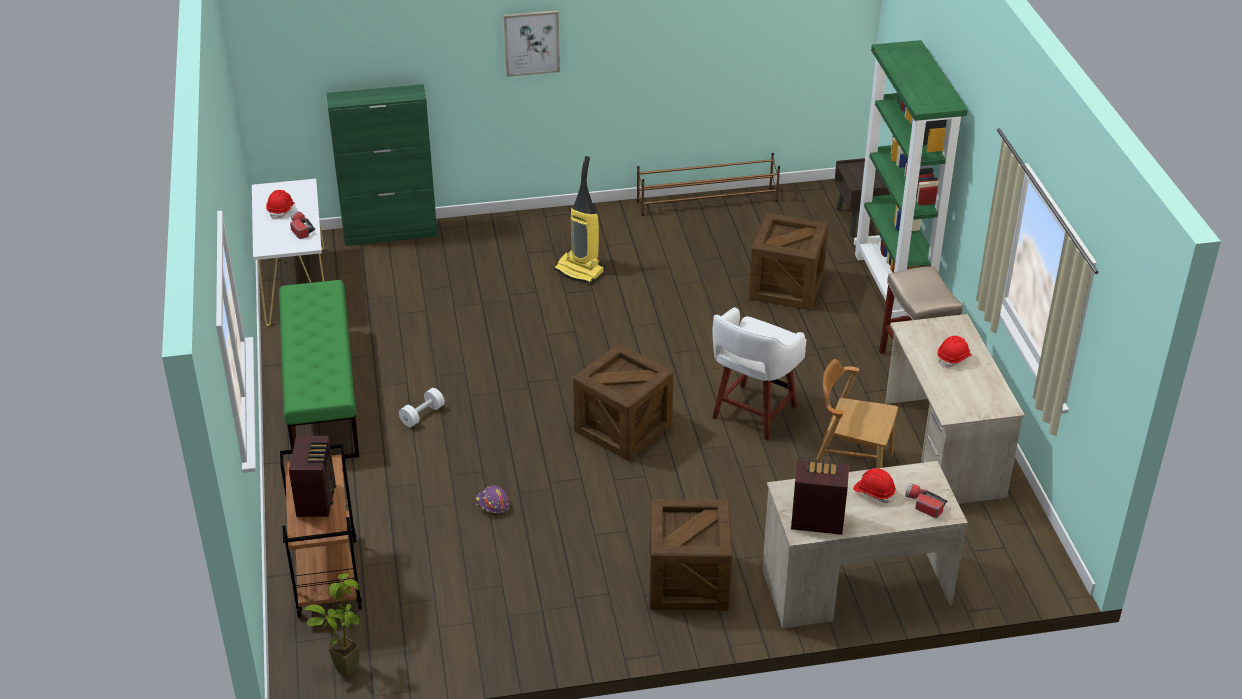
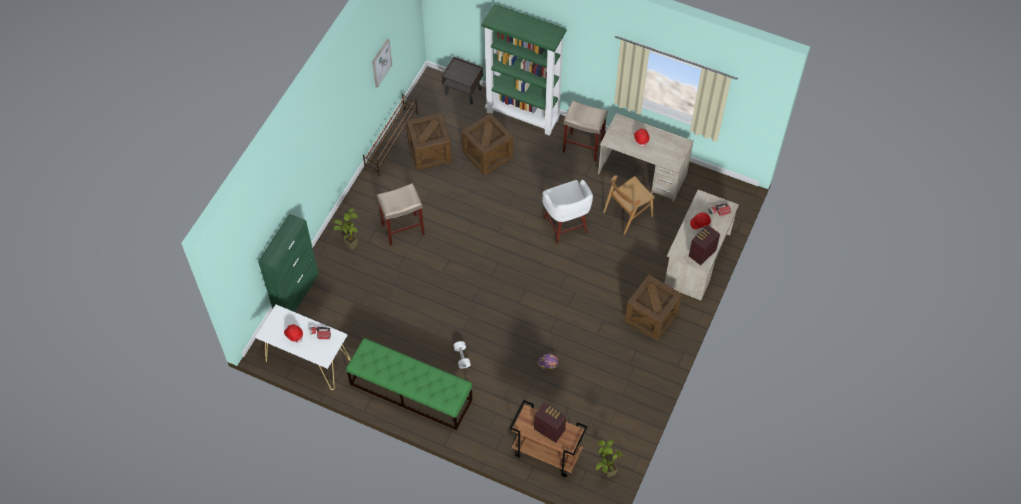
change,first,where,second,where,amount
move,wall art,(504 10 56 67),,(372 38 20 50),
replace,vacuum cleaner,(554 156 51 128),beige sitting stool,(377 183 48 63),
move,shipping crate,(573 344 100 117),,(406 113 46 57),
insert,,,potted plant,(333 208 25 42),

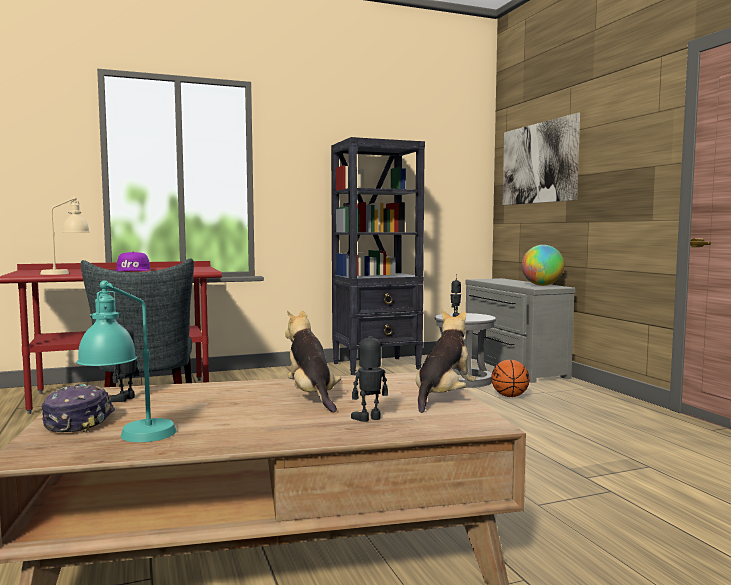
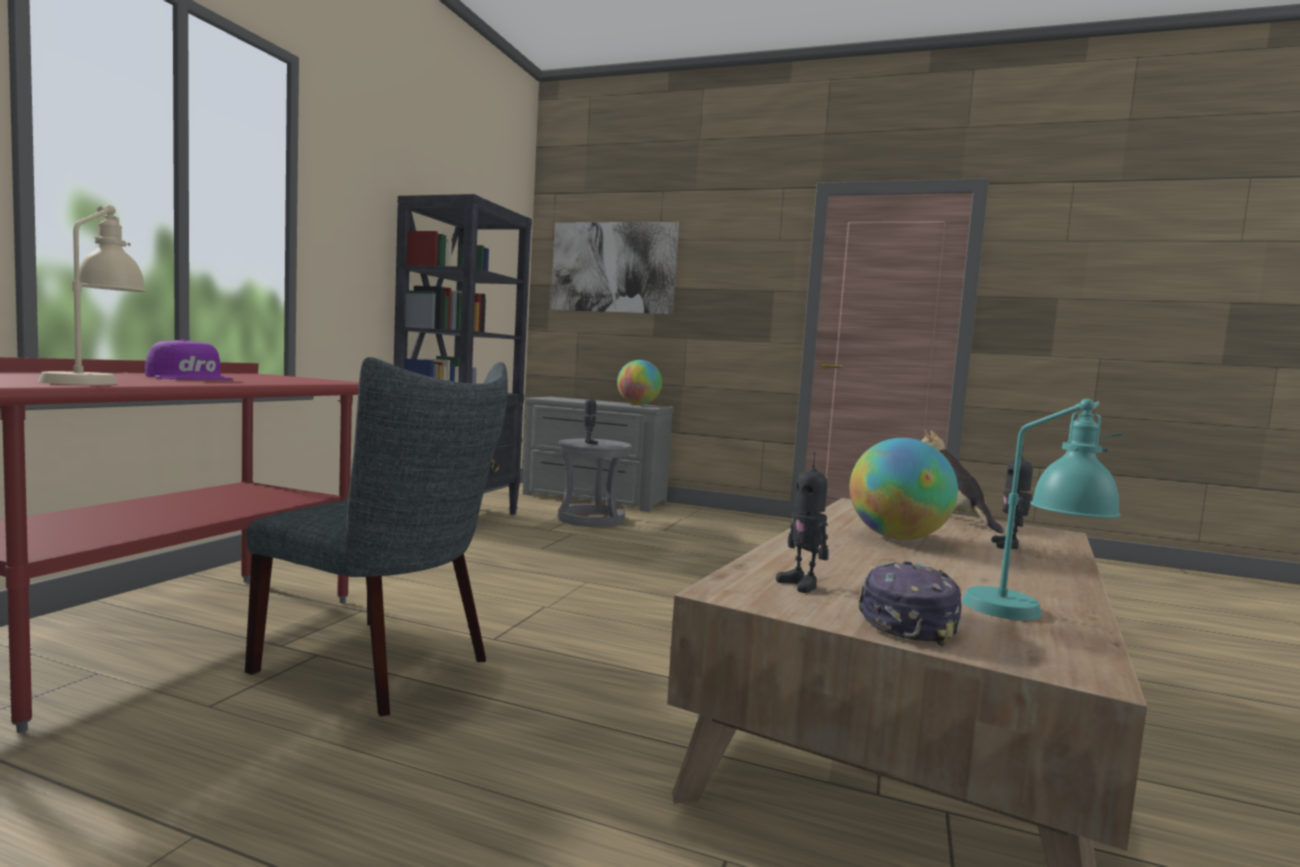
change,first,where,second,where,amount
rotate,peaked cap,(41 384 74 48),,(859 561 103 85),75 degrees clockwise
replace,plush toy,(285 310 56 102),desk globe,(850 438 108 102),
delete,basketball ball,(491 360 39 37),,,

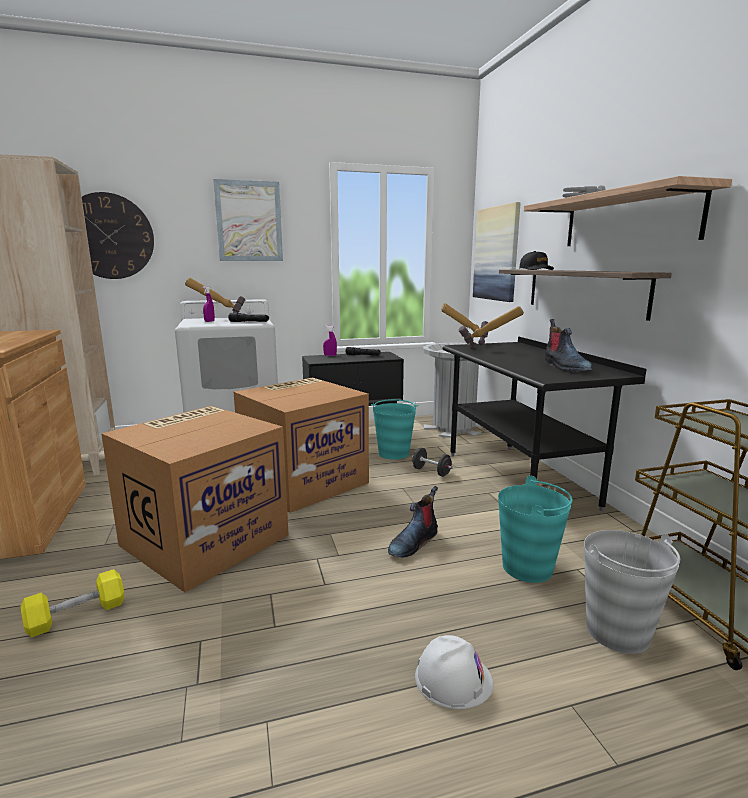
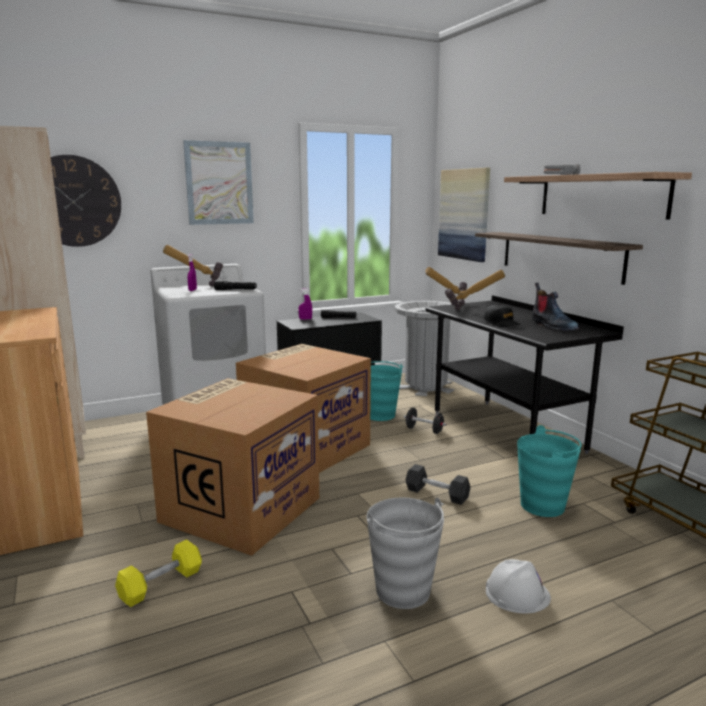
change,first,where,second,where,amount
replace,boot,(388 486 50 71),gray free weight,(406 464 64 41),
move,black-coloured peaked cap,(519 251 35 19),,(483 304 38 23),
move,gray pail,(584 530 96 124),,(367 498 77 111),

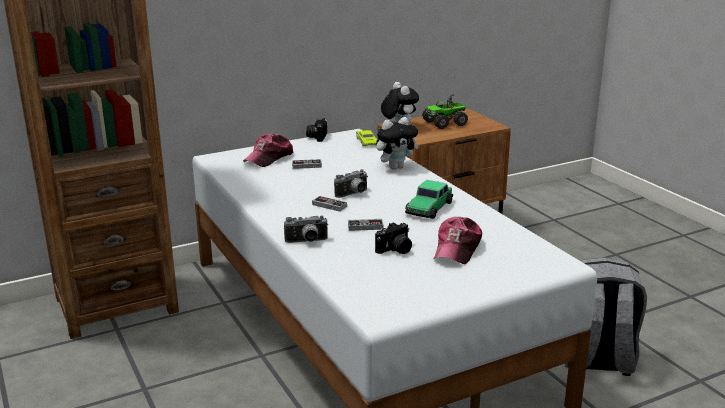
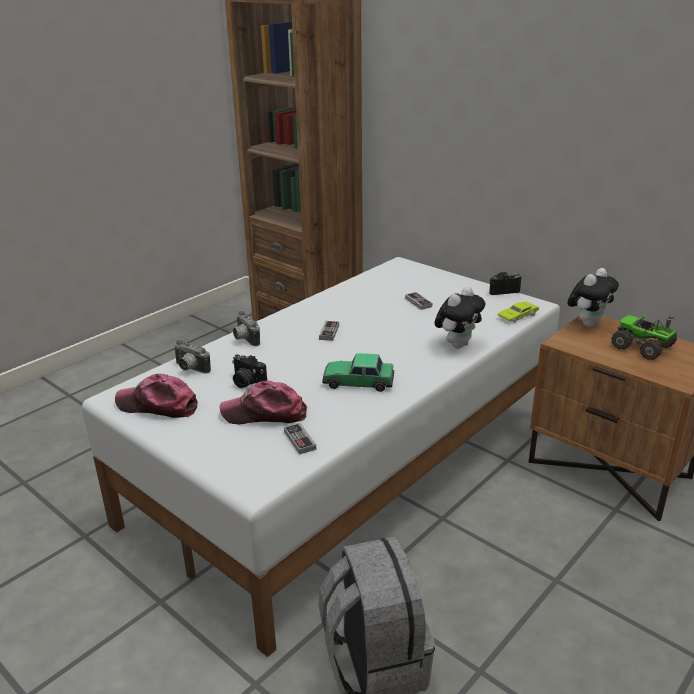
change,first,where,second,where,amount
move,peaked cap,(243 133 51 34),,(115 374 83 44),
move,photo camera,(334 169 33 29),,(173 340 38 34),
move,game controller,(348 219 36 12),,(284 423 32 32),
rotate,plush toy,(376 117 43 53),,(434 287 51 62),90 degrees counterclockwise

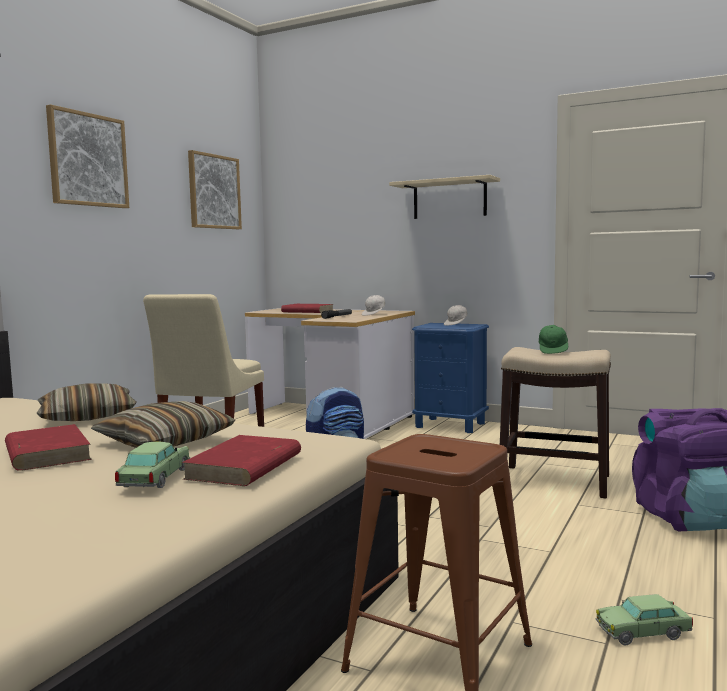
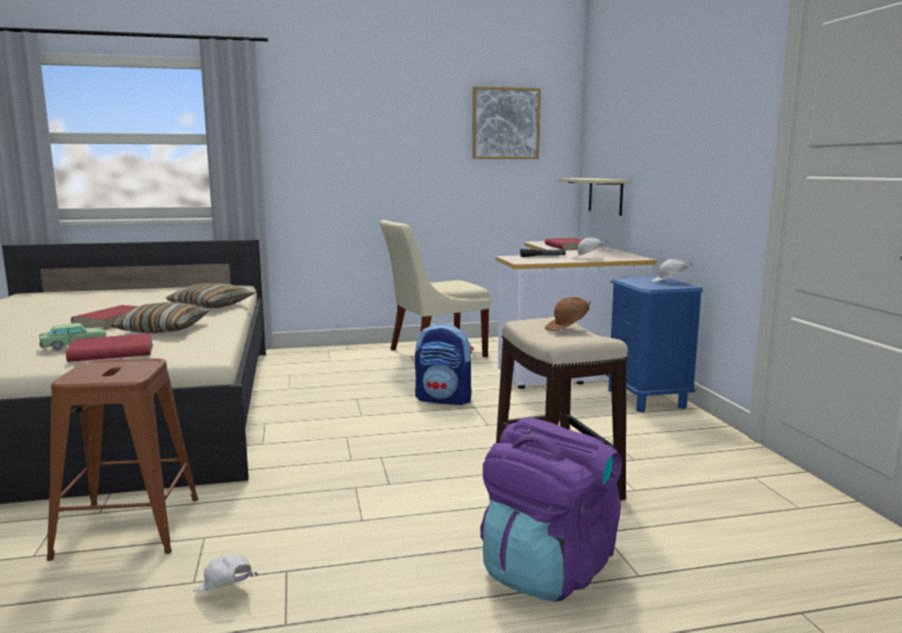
change,first,where,second,where,amount
delete,wall art,(46 104 83 104),,,
move,beige wall shelf,(389 175 111 44),,(558 178 72 38),
recolor,green-coloured peaked cap,(539 325 29 29),brown peaked cap,(545 297 46 34),
replace,model car,(596 594 97 52),white-coloured peaked cap,(193 554 66 38),

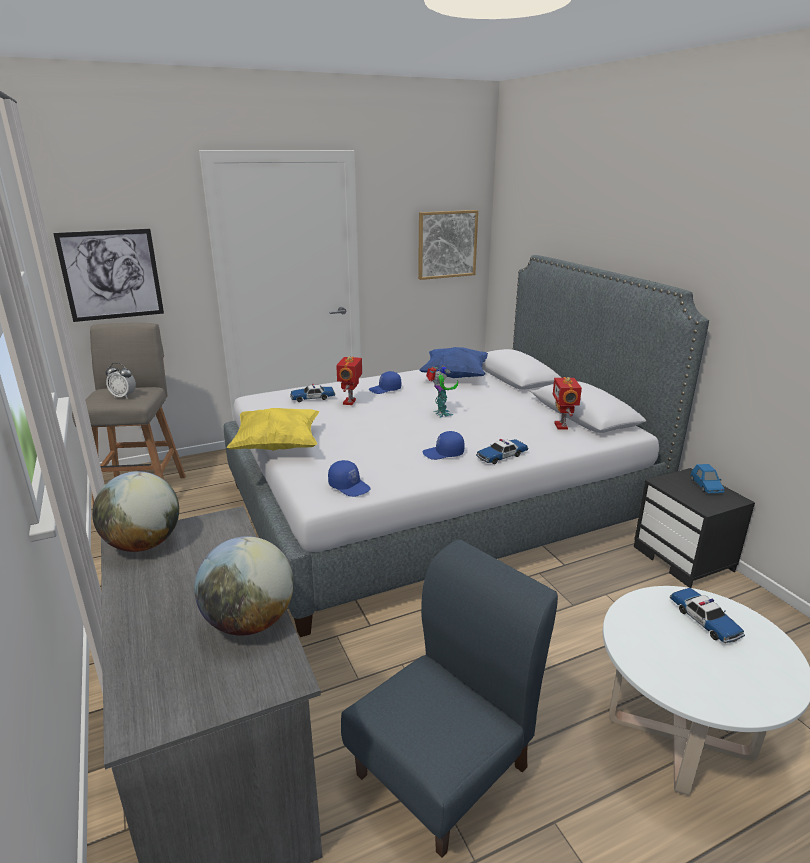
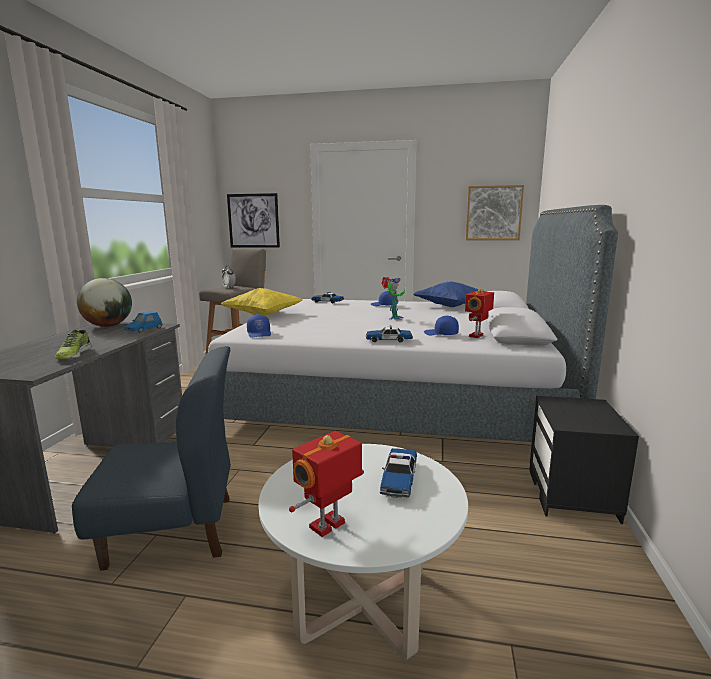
change,first,where,second,where,amount
replace,desk globe,(194 536 100 99),shoe,(55 330 36 29),
move,toy robot,(336 356 26 49),,(289 431 75 106),
move,bluish peaked cap,(423 431 42 29),,(424 315 35 20),
move,bluish model car,(690 464 35 29),,(124 311 39 22),

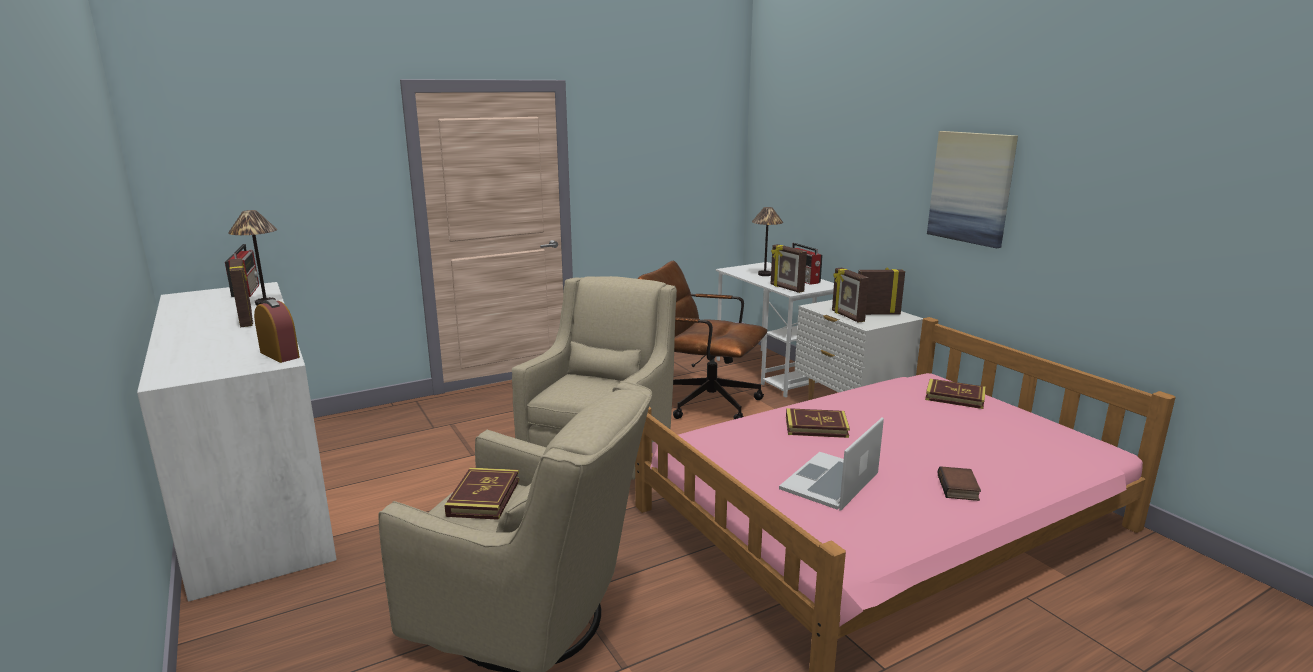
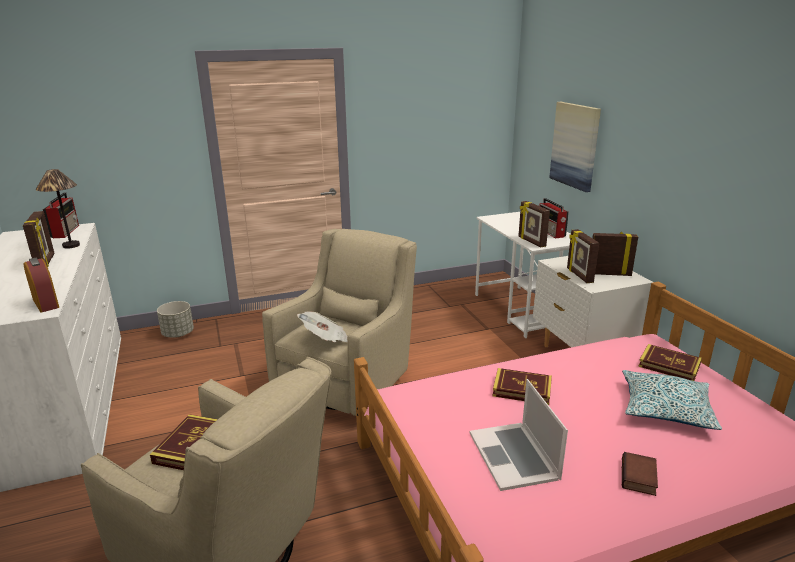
change,first,where,second,where,amount
delete,brown computer chair,(638 261 129 158),,,
delete,lamp for a table,(752 207 31 69),,,
rotate,portable computer,(779 417 105 94),,(470 379 98 112),60 degrees counterclockwise
move,wall art,(927 131 91 117),,(549 102 52 90),
insert,,,gray flower pot,(157 301 37 37),
insert,,,printed paper,(297 312 50 30),
insert,,,throw pillow,(622 370 100 60),

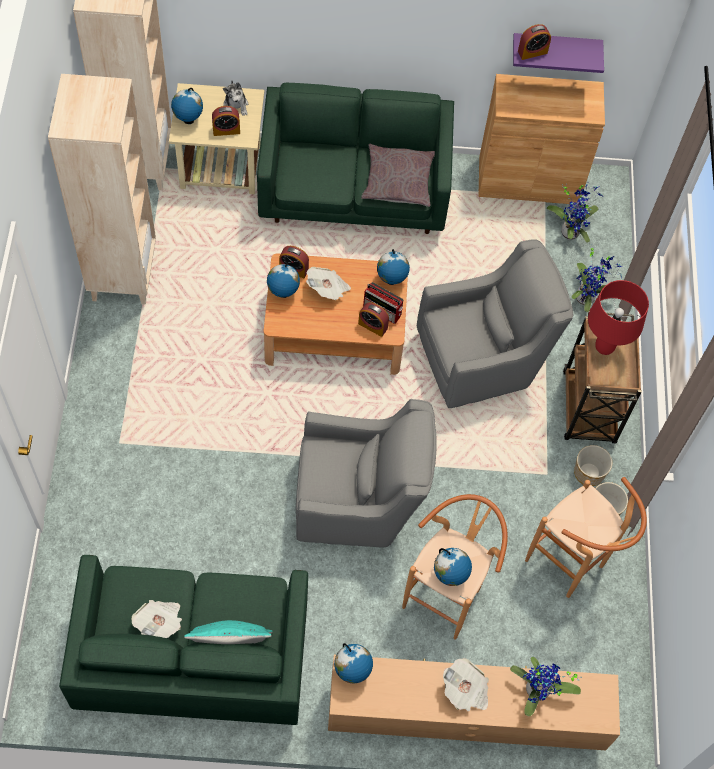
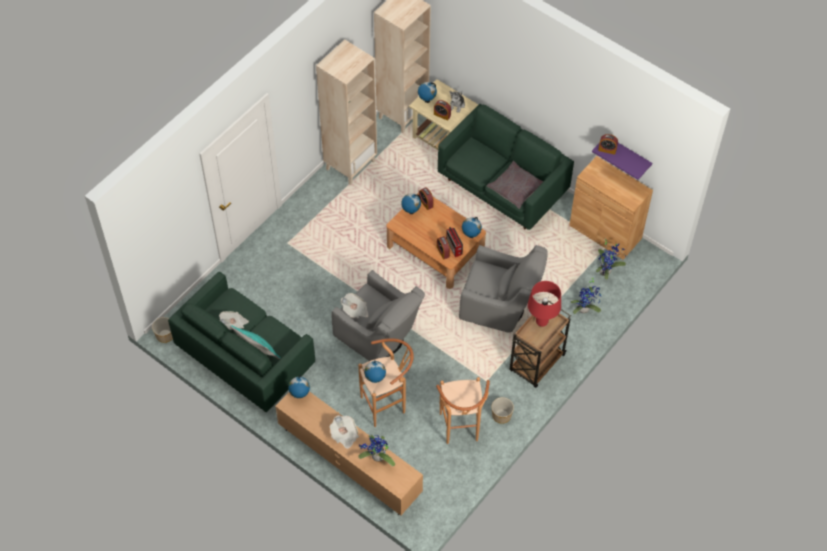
change,first,where,second,where,amount
move,printed paper,(306 267 45 33),,(341 293 27 25),
move,flower pot,(574 445 38 41),,(152 317 21 26),

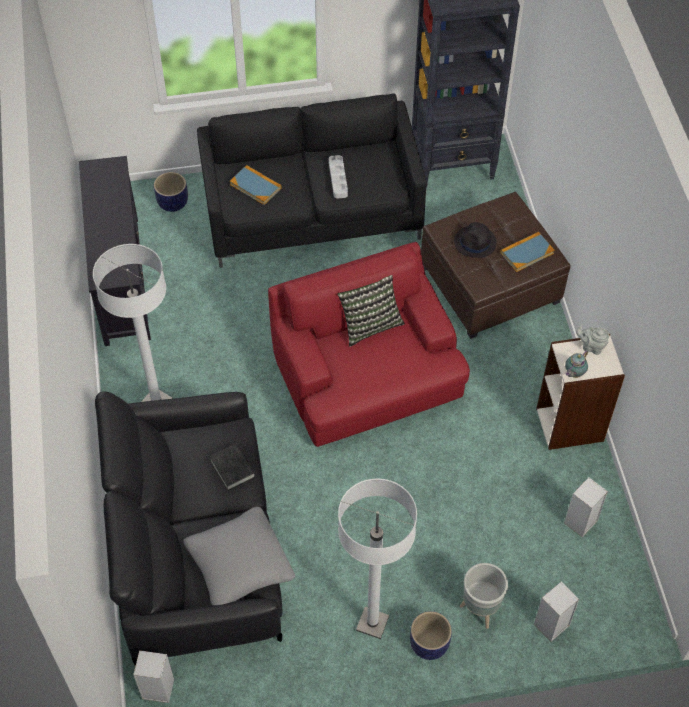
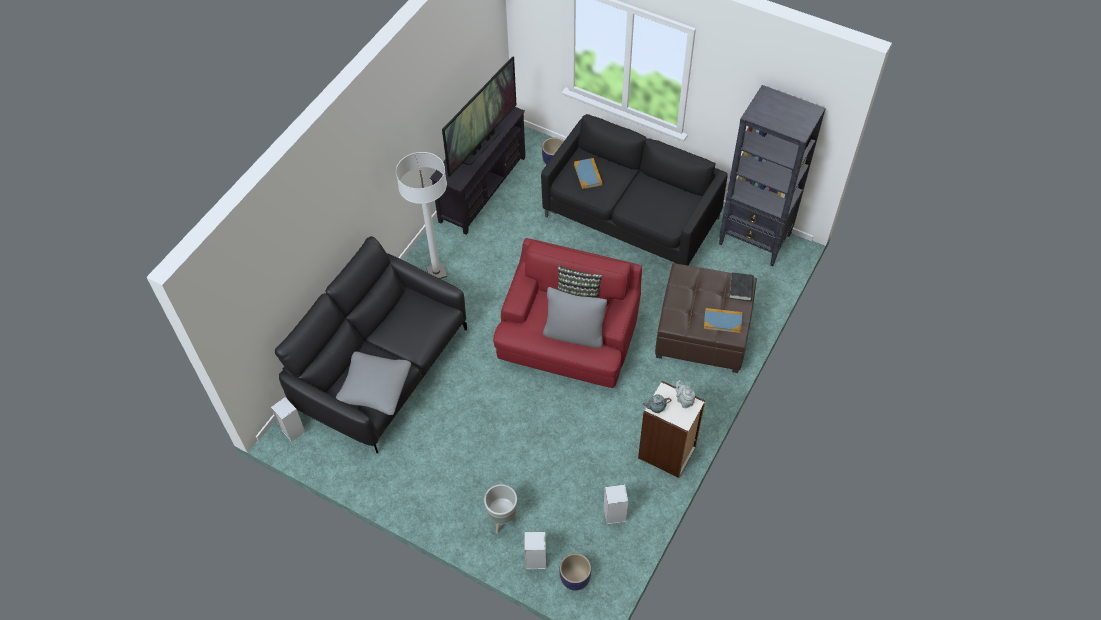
change,first,where,second,where,amount
move,black-coloured volume,(209 443 47 48),,(729 272 25 29),
delete,gray carrying tray,(329 155 19 44),,,
delete,white-coloured floor lamp,(338 479 79 160),,,
move,flower pot,(410 611 42 49),,(560 553 31 37),
delete,black-coloured wearable hat,(454 222 43 36),,,
insert,,,TV set,(442 56 74 121),
insert,,,gray throw pillow,(543 287 64 61),

